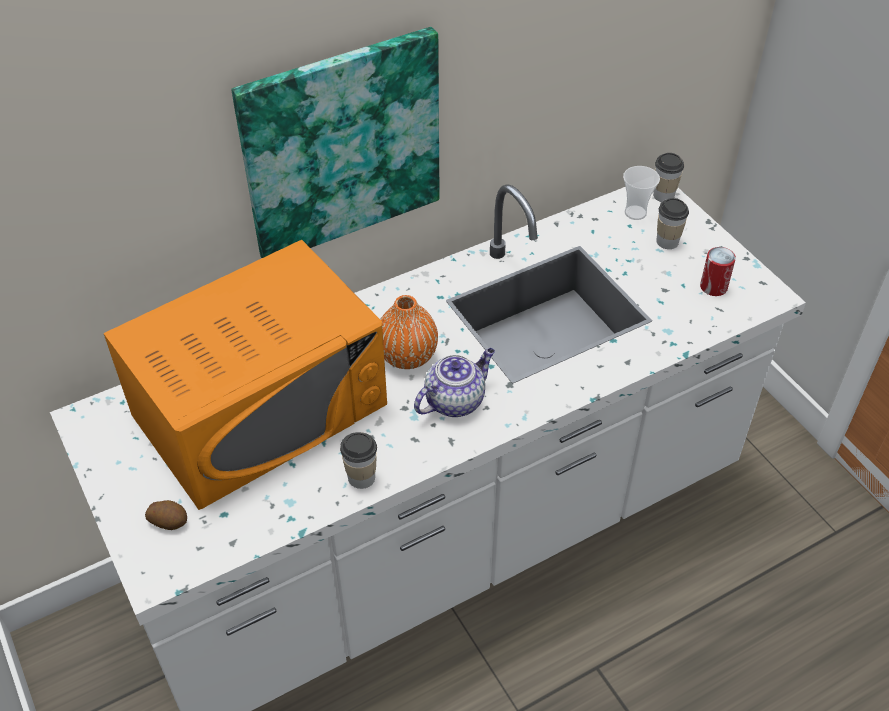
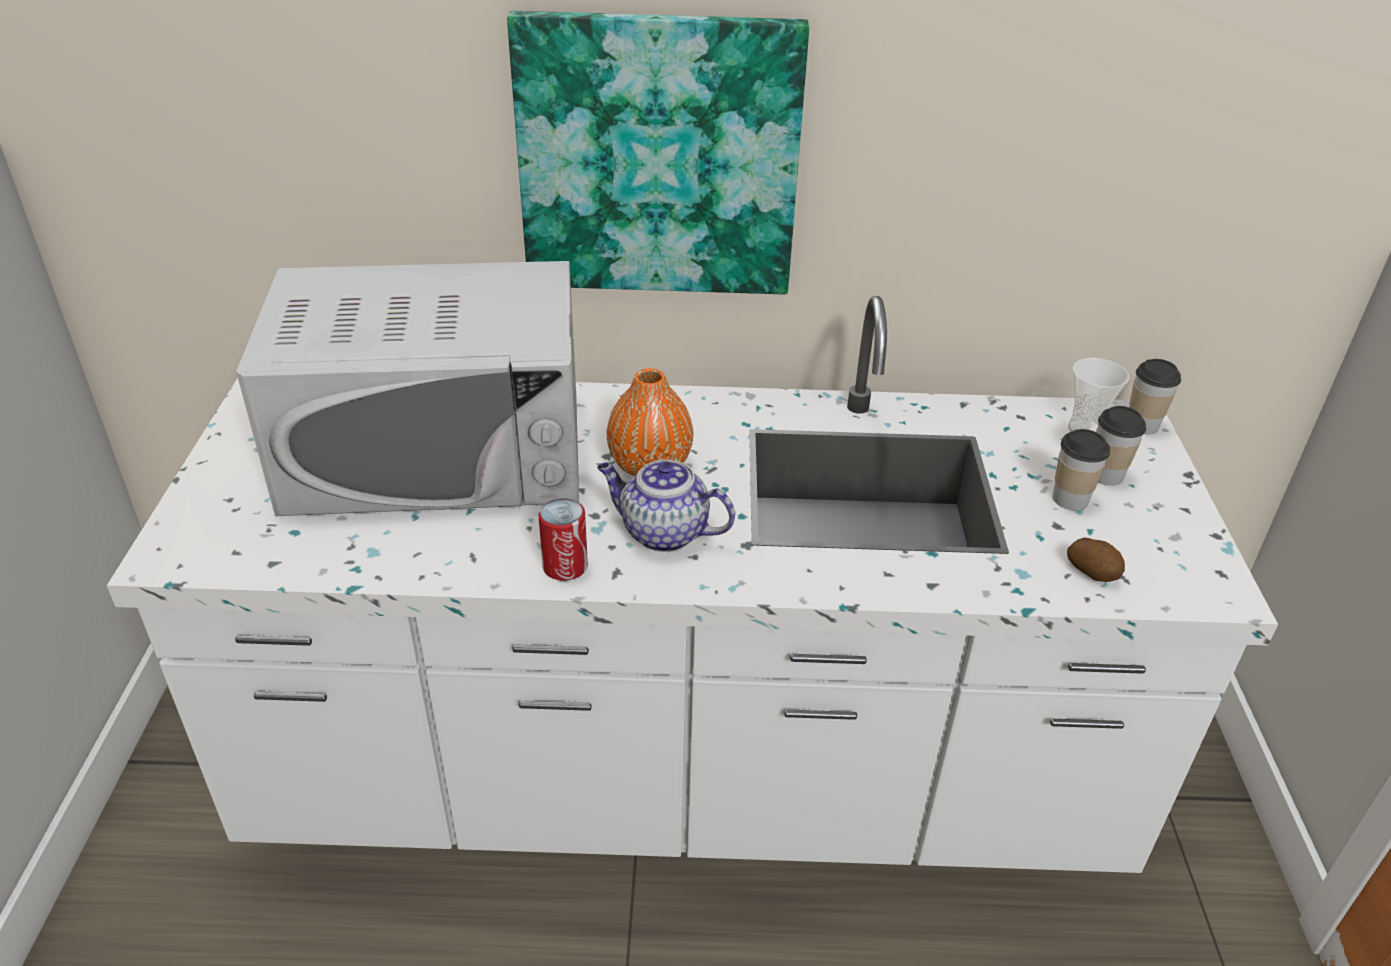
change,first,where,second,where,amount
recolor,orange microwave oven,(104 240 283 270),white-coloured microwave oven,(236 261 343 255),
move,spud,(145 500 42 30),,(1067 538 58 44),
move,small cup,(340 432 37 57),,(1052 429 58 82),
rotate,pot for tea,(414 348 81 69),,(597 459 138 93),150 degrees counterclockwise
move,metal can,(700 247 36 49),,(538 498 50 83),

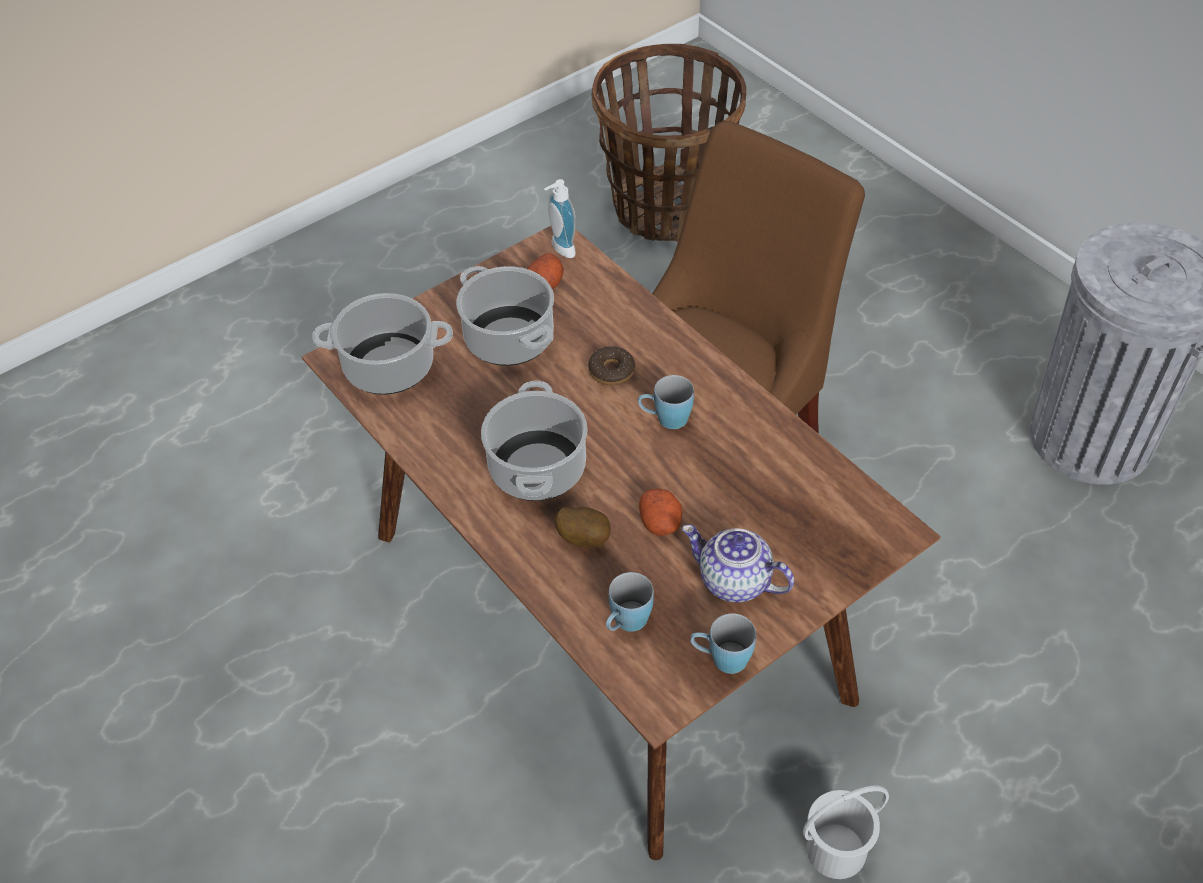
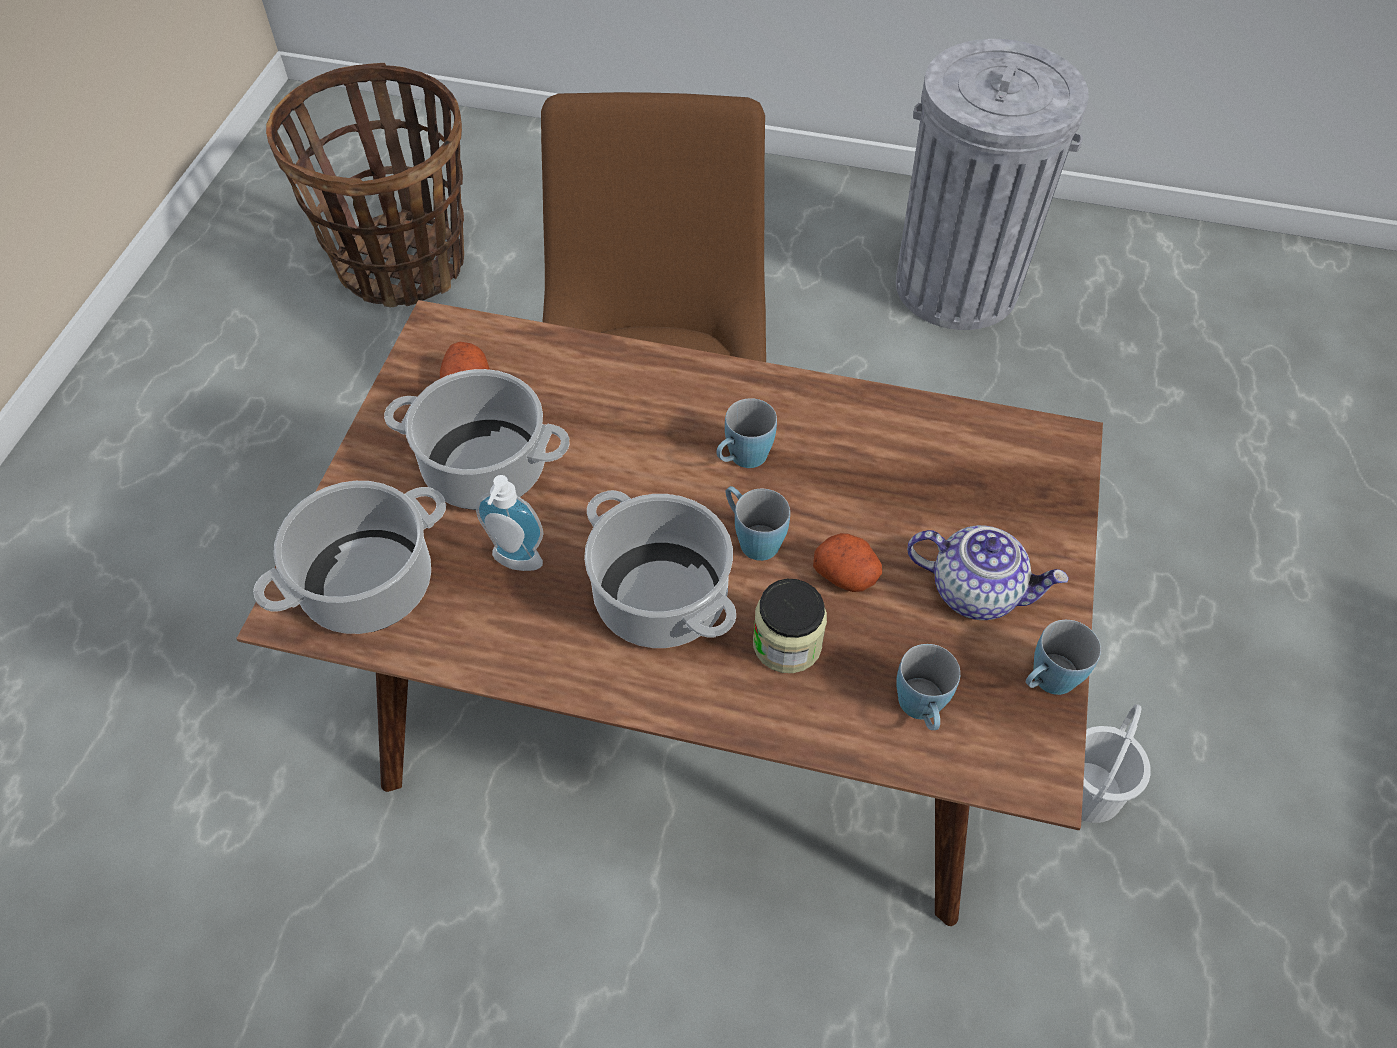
change,first,where,second,where,amount
move,soap bottle,(544 179 32 79),,(476 475 68 96),
replace,spud,(555 507 56 41),preserve jar,(753 579 74 94),
delete,donut,(588 346 47 39),,,
rotate,pot for tea,(682 524 112 78),,(907 525 162 95),150 degrees counterclockwise
insert,,,bluish coffee mug,(726 486 64 75),

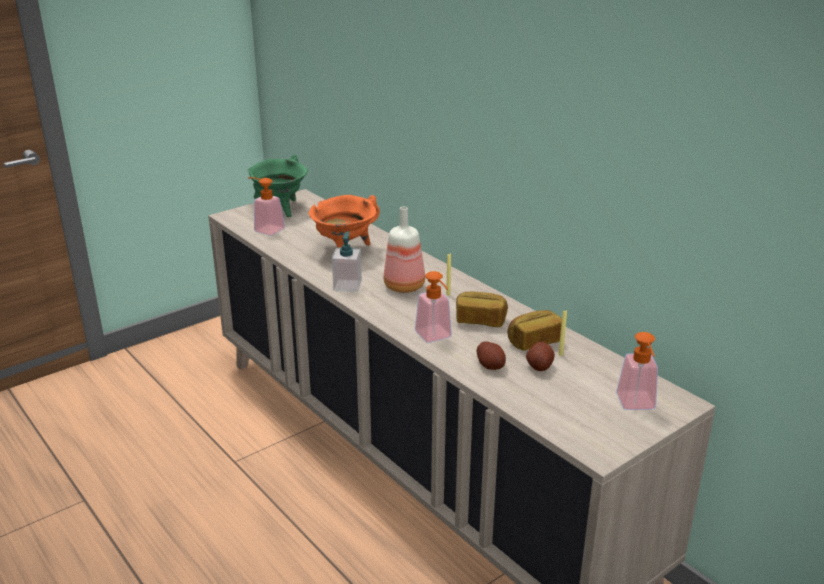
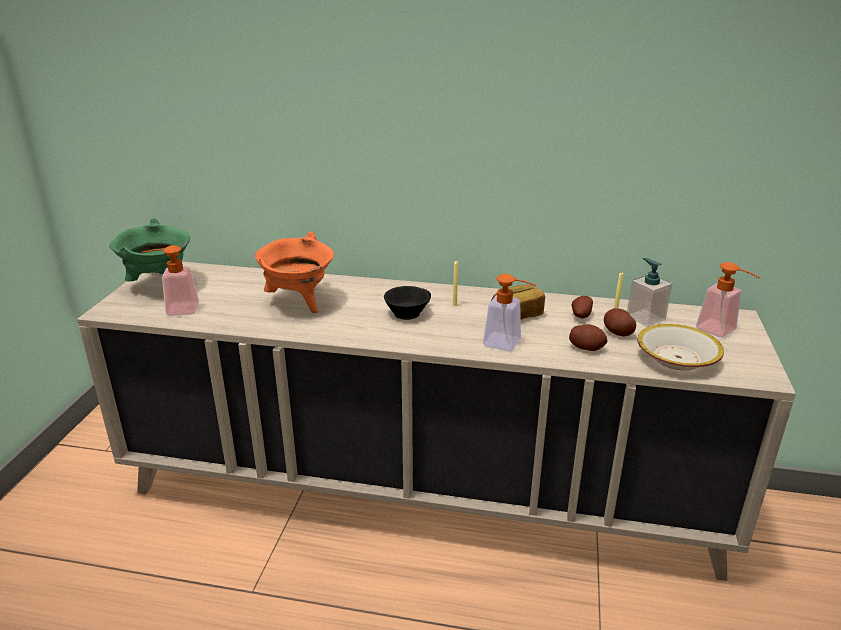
change,first,where,second,where,amount
move,soap bottle,(332 231 30 61),,(627 258 46 69),
replace,bottle,(384 207 41 86),black-coloured small cup,(384 286 47 34),
replace,bread,(507 310 55 41),spud,(572 296 21 22),
insert,,,bowl,(637 324 87 46),

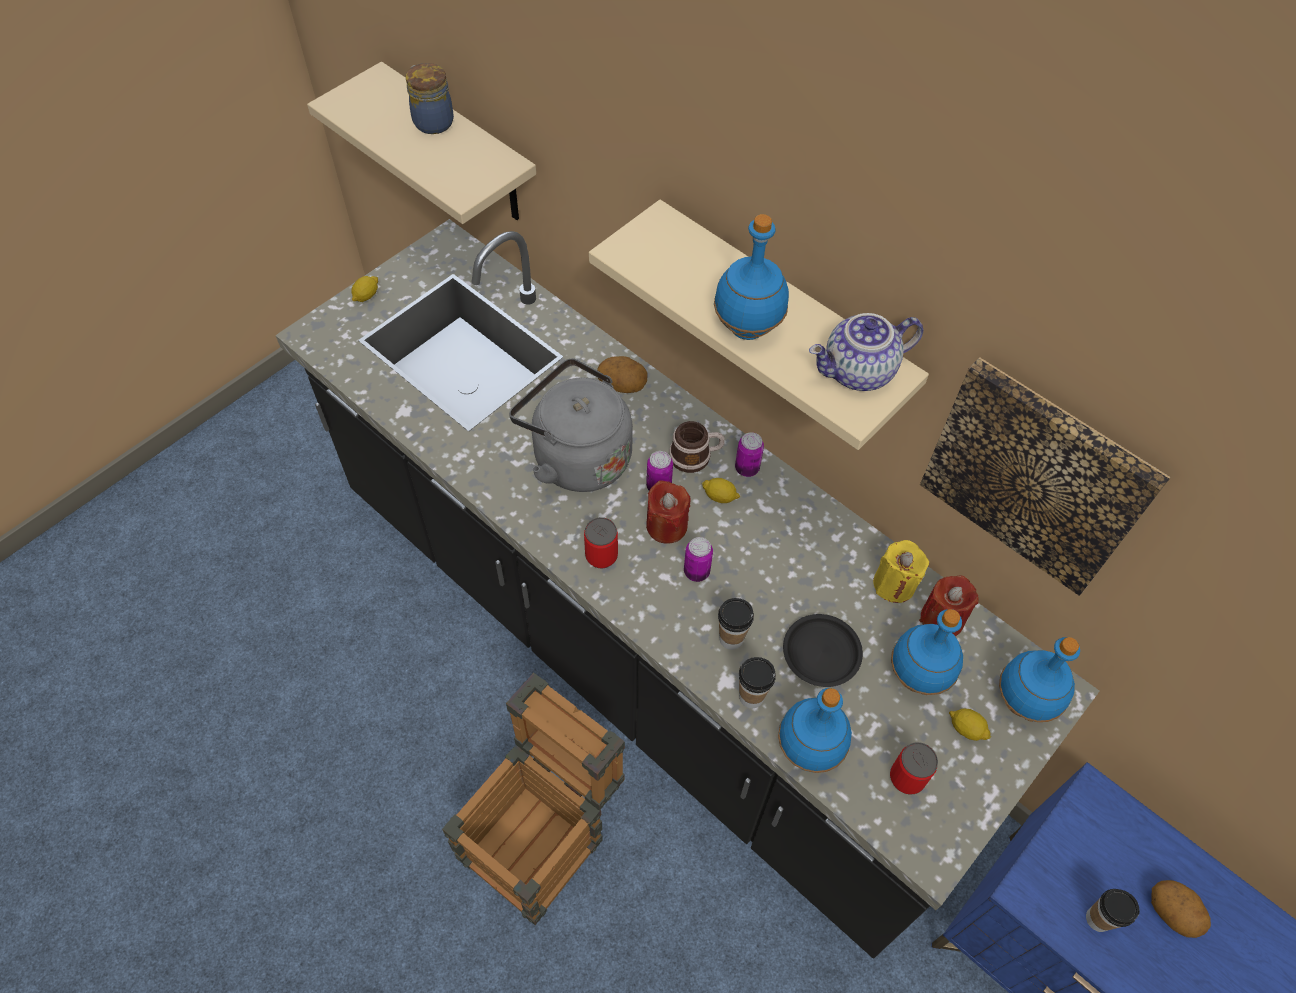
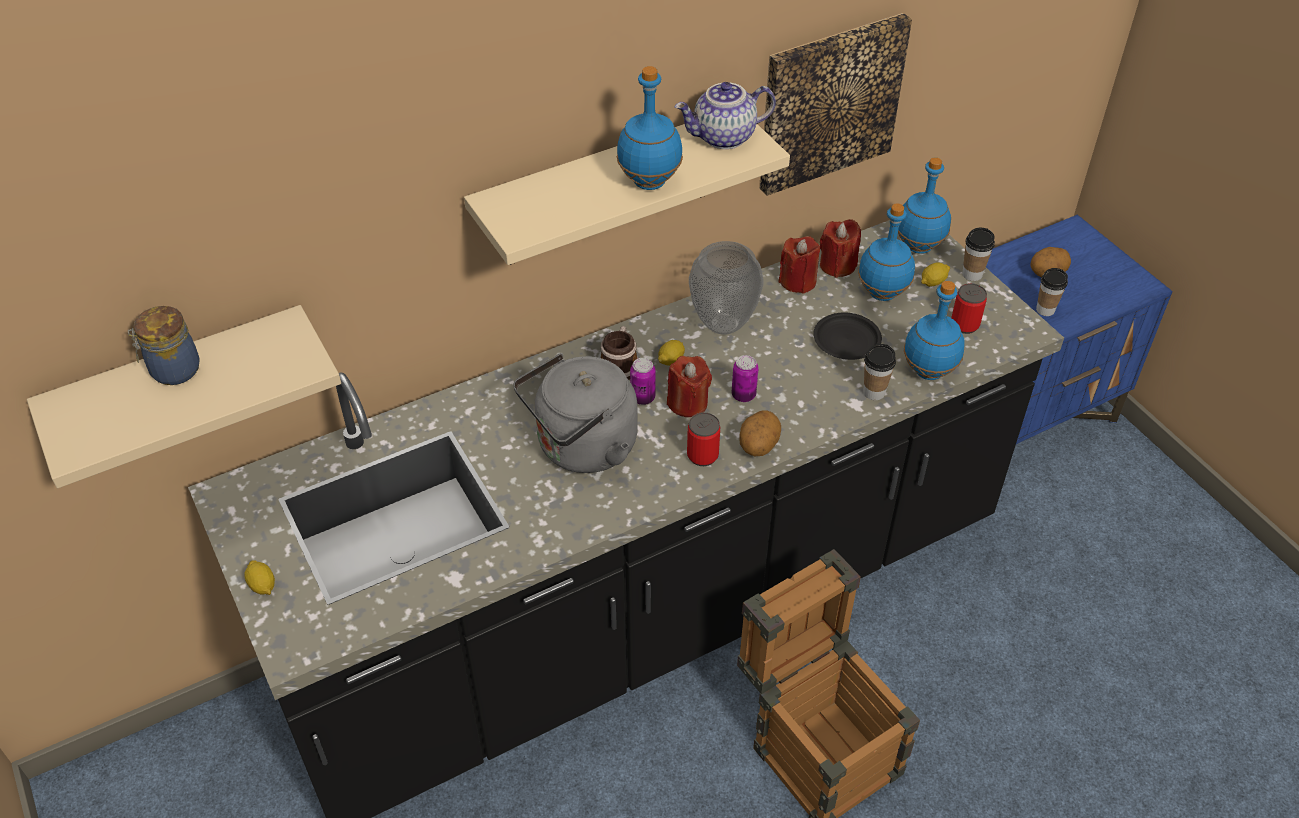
change,first,where,second,where,amount
move,spud,(597 356 50 37),,(739 410 42 46),
move,small cup,(718 598 36 52),,(962 228 33 53),
delete,metal can,(735 432 29 45),,,
rotate,pot for tea,(809 313 114 78),,(674 82 102 67),75 degrees clockwise
recolor,yellowish wax light,(873 540 56 63),reddish wax light,(779 236 41 58),
insert,,,flower vase,(689 241 75 94),

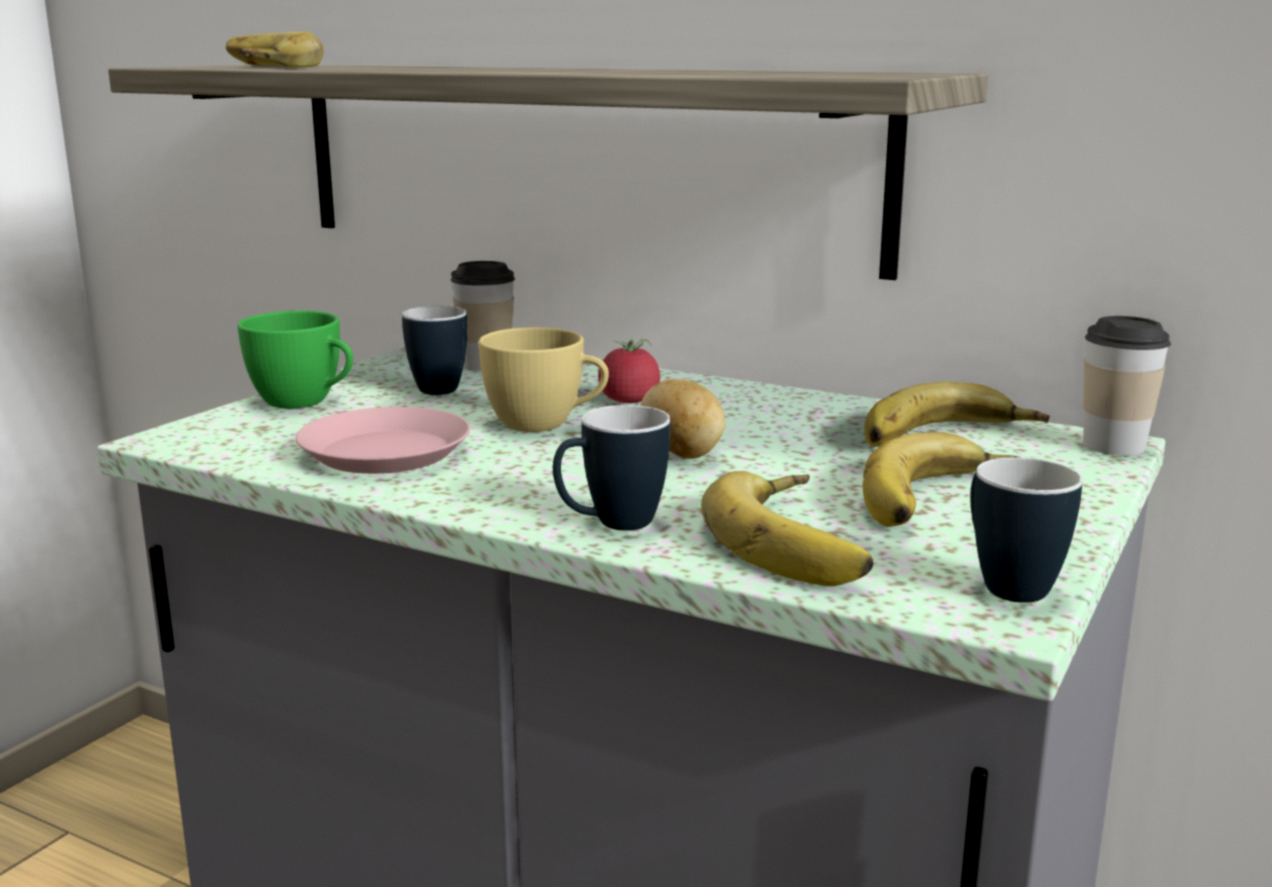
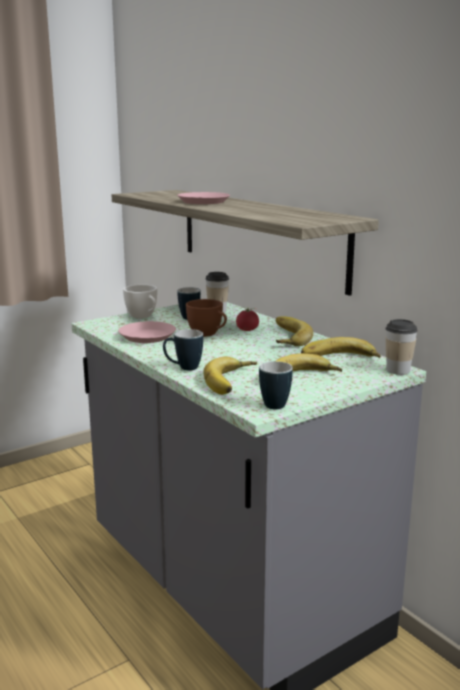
change,first,where,second,where,amount
move,banana,(226 31 98 36),,(276 316 37 30),
recolor,green-coloured small cup,(238 311 115 97),white-coloured small cup,(123 284 34 35),
recolor,yellowish small cup,(479 327 130 105),brown small cup,(186 299 41 38),
delete,spud,(640 379 86 80),,,
insert,,,pinkish plate,(177 192 53 12),

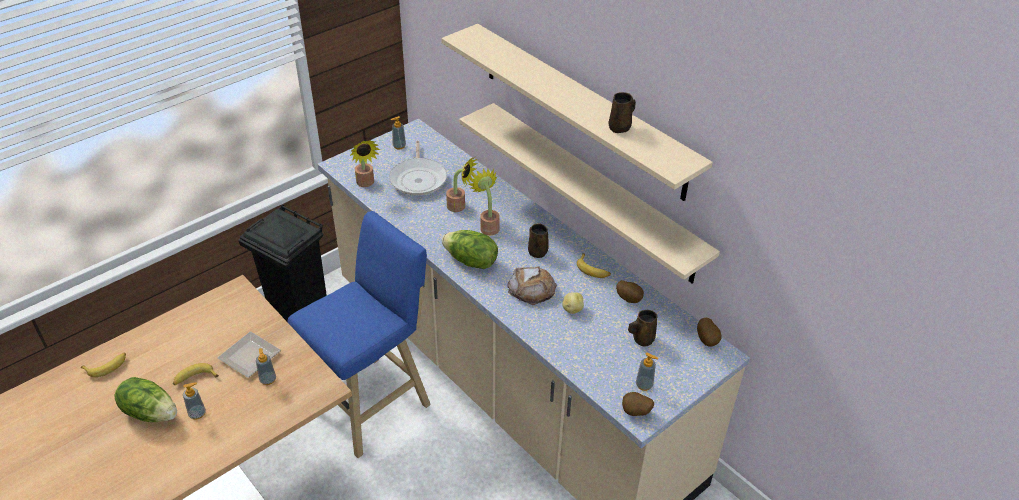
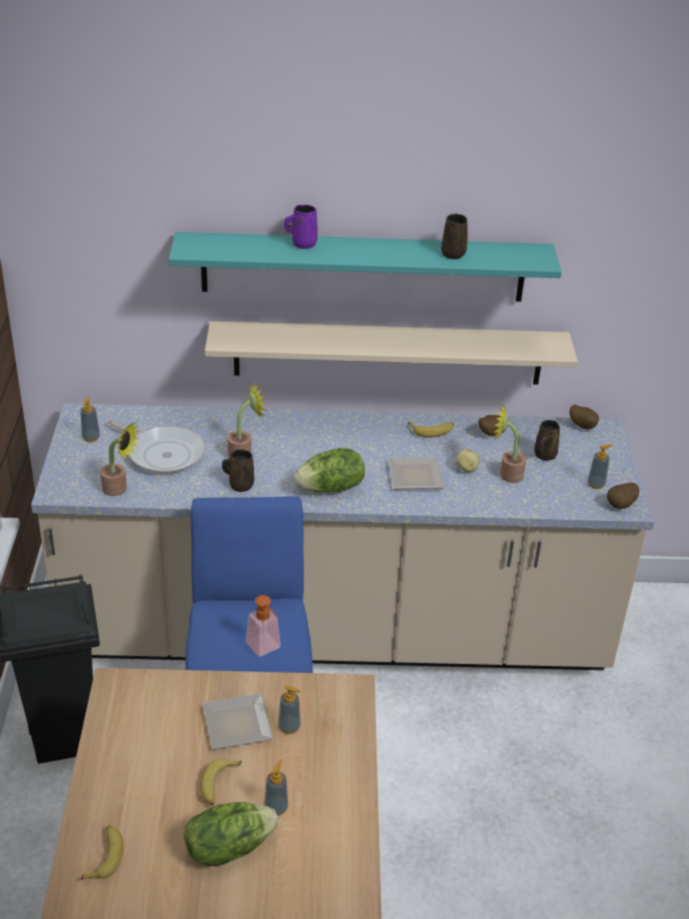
change,first,where,second,where,amount
recolor,beige wall shelf,(441 24 272 177),blue-green wall shelf,(169 232 393 70),
move,potted plant,(469 168 31 67),,(493 402 33 81),
replace,bread,(507 266 50 39),plate,(388 457 56 32),
move,brown coffee mug,(528 224 20 34),,(222 449 32 43),
insert,,,soap bottle,(246 595 35 62),
insert,,,purple-coloured coffee mug,(284 205 33 44),

